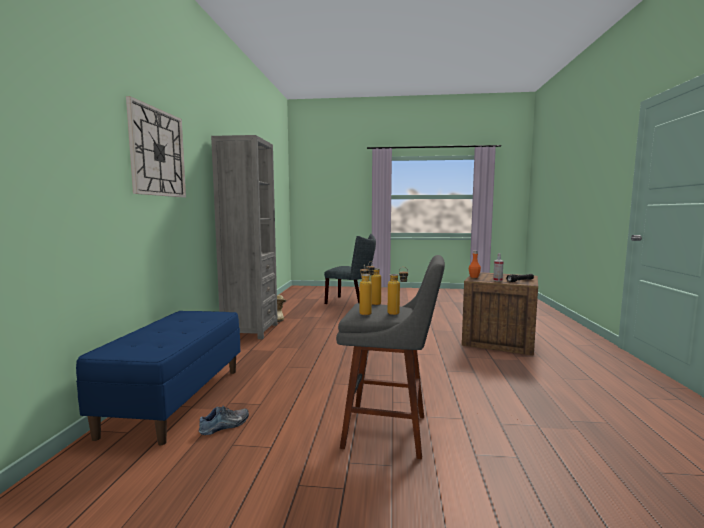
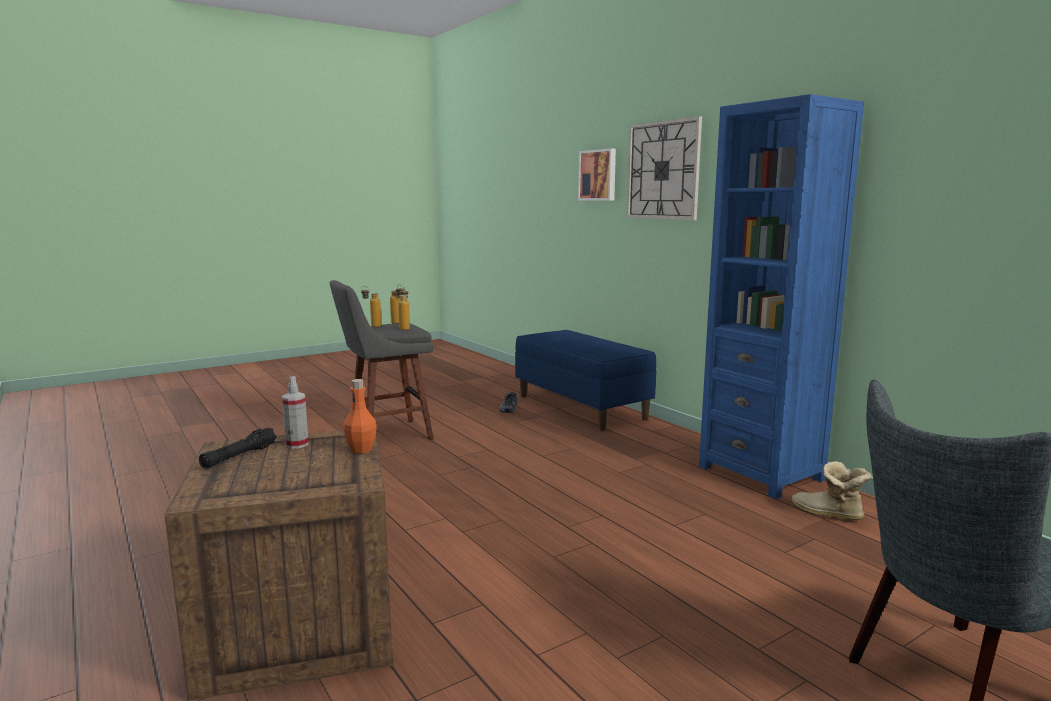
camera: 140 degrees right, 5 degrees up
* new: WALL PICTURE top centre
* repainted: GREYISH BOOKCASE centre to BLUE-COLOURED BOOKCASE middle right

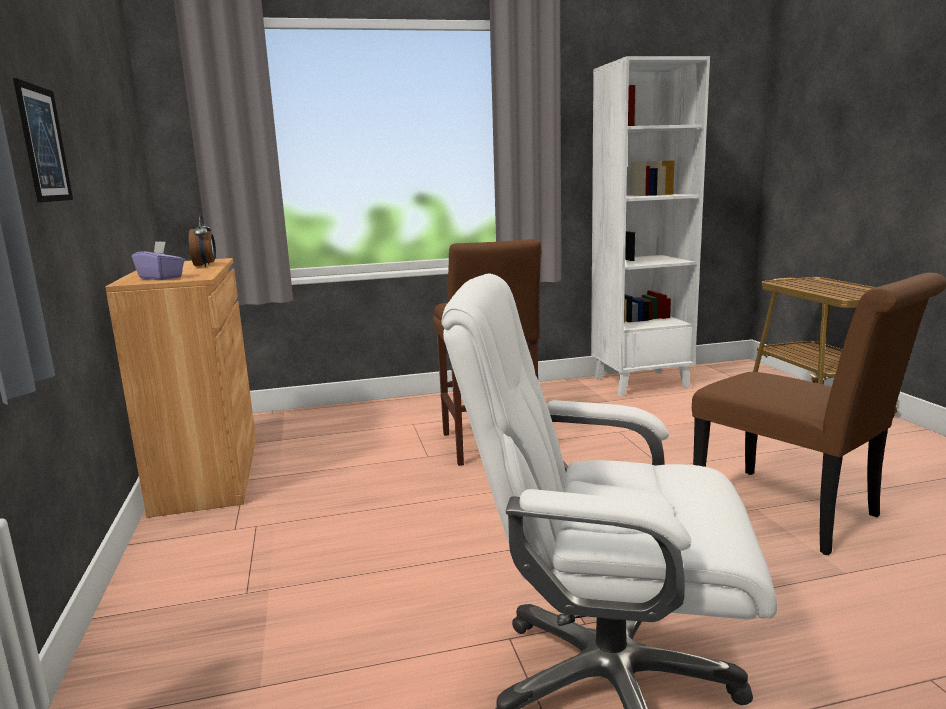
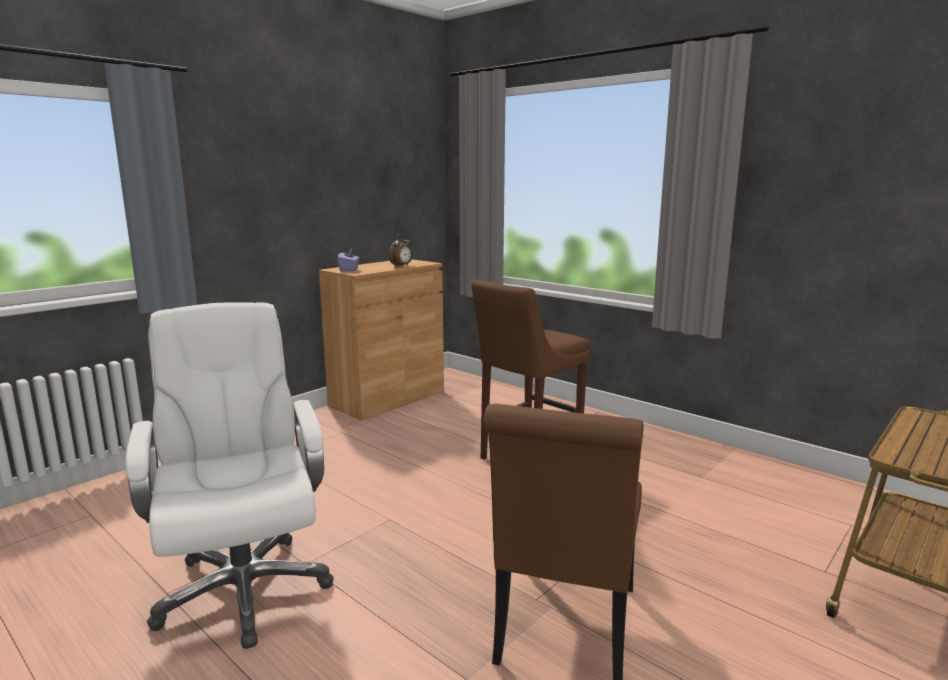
camera: 55 degrees right, 0 degrees up
* gone: WALL PICTURE top left
* gone: WHITE BOOKCASE top right

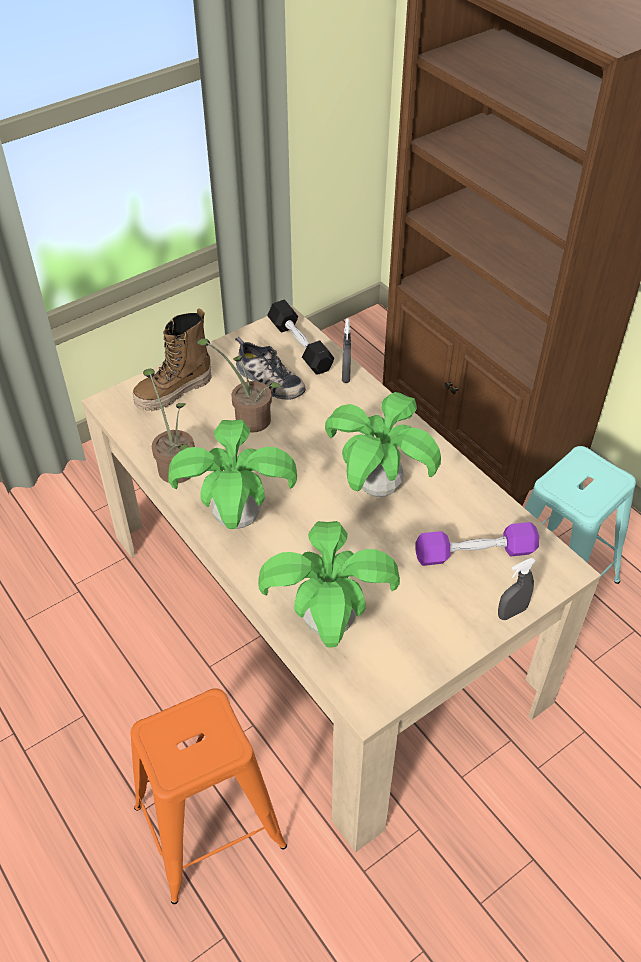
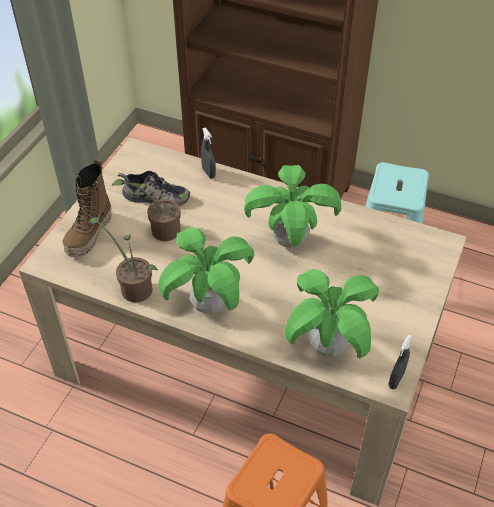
camera: 30 degrees left, 0 degrees up
* shifted: GREYISH HAND SPRAYER (no. 2 from left) middle right to bottom right
* gone: BLACK-COLOURED FREE WEIGHT centre
* gone: PURPLISH FREE WEIGHT middle right

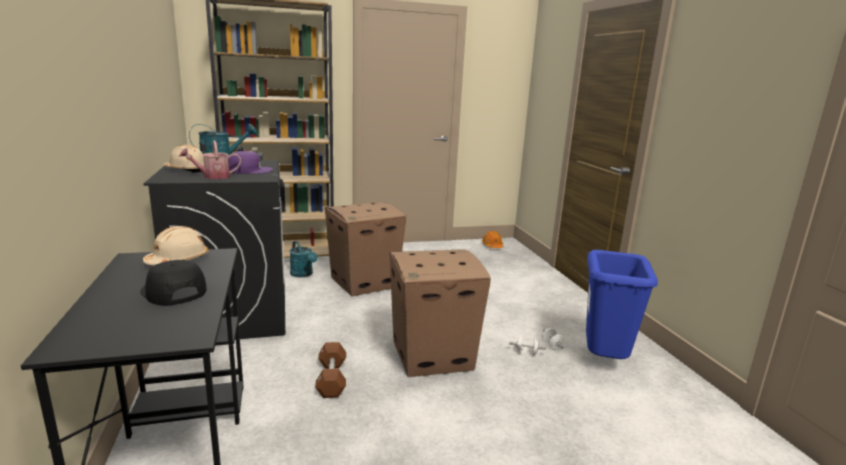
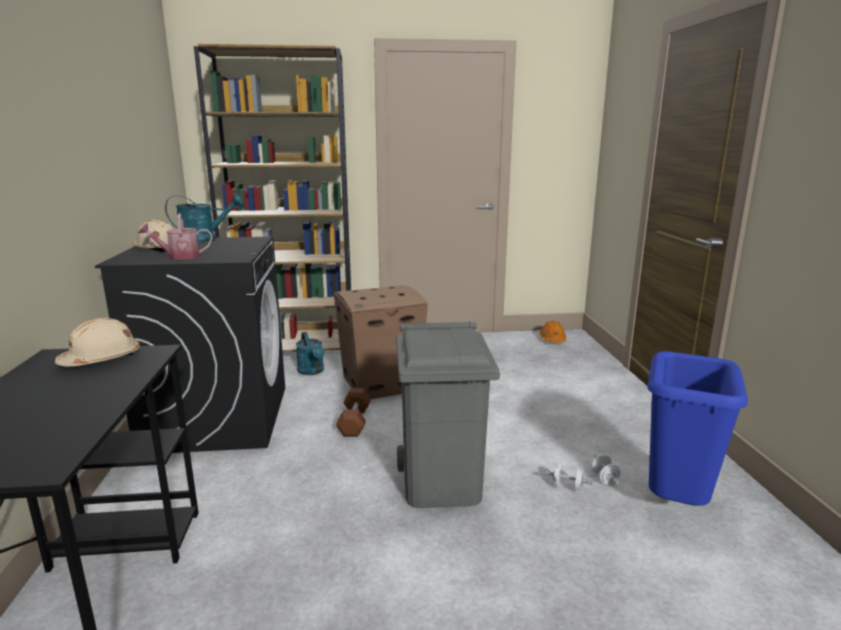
camera: 10 degrees right, 0 degrees up
* shifted: BROWN FREE WEIGHT bottom centre to centre
* swapped: PACKING BOX (no. 2 from left) bottom centre to GREYISH WASTE BIN centre
* gone: BLACK-COLOURED BASEBALL CAP middle left
* gone: PURPLISH BASEBALL CAP middle left

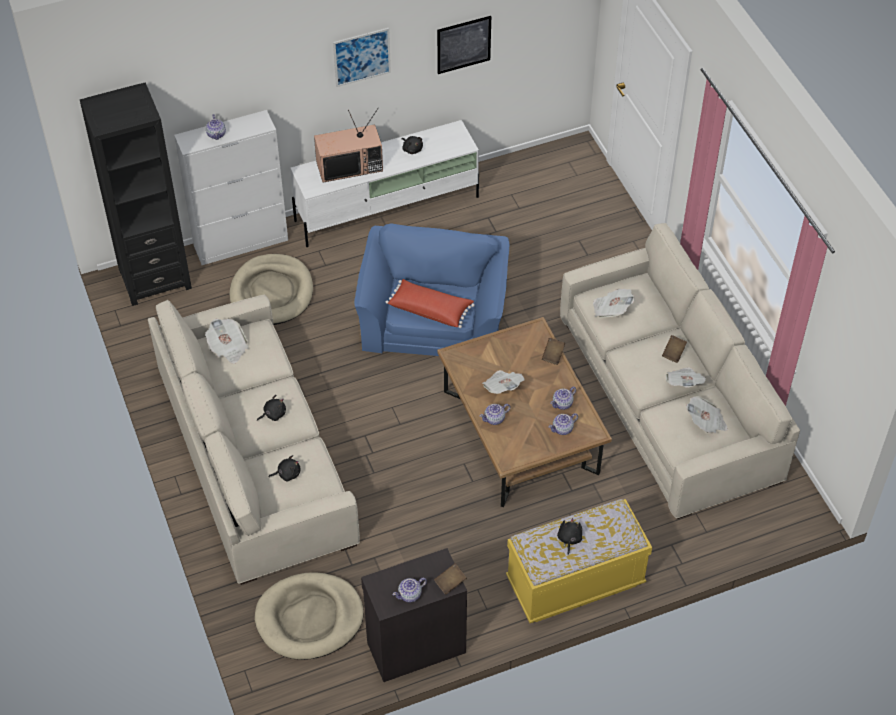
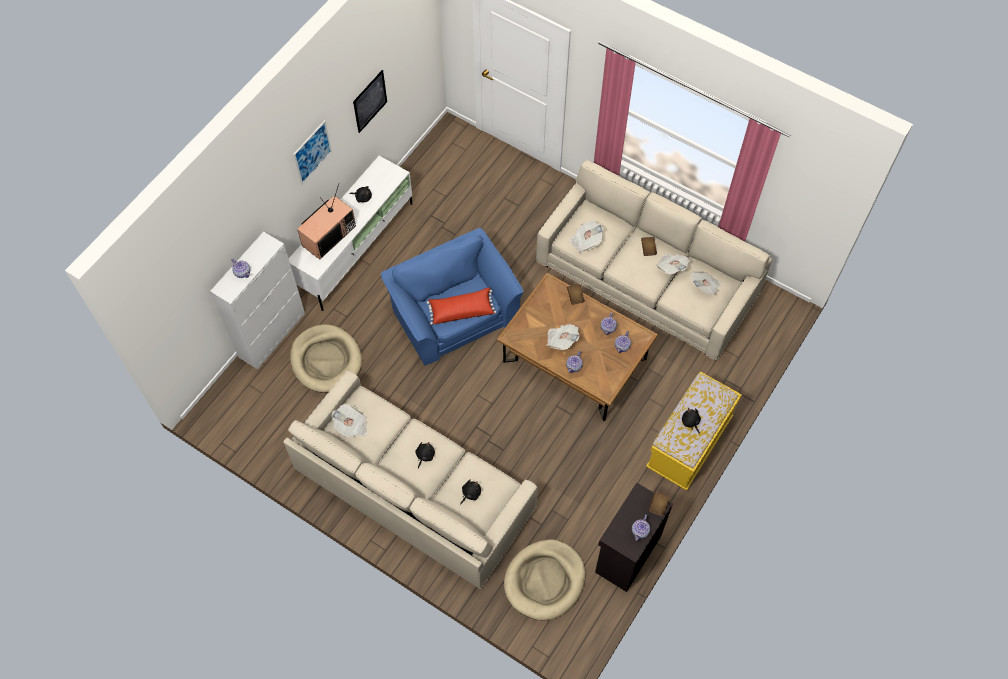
camera: 35 degrees left, 10 degrees up
* gone: BLACK-COLOURED BOOKCASE top left

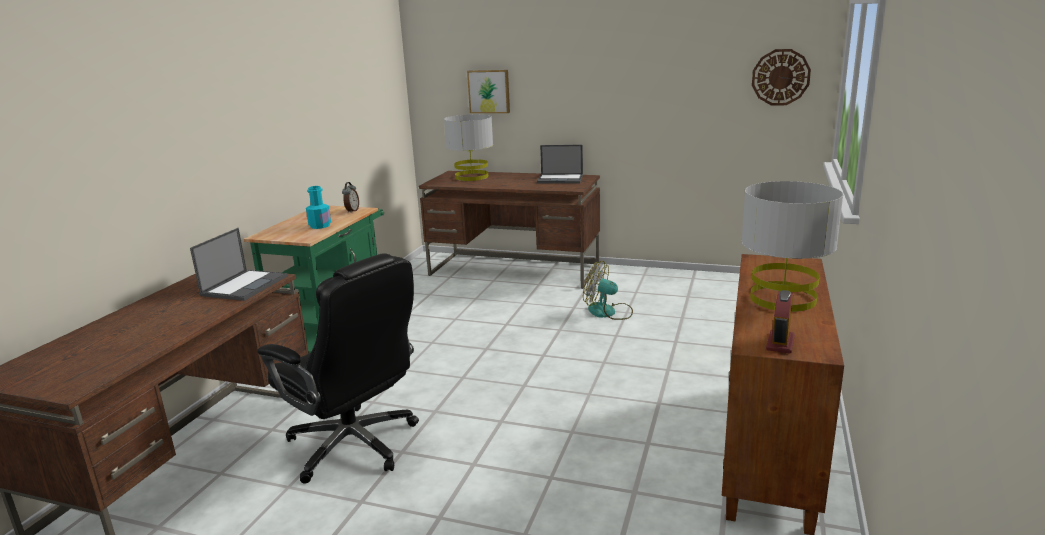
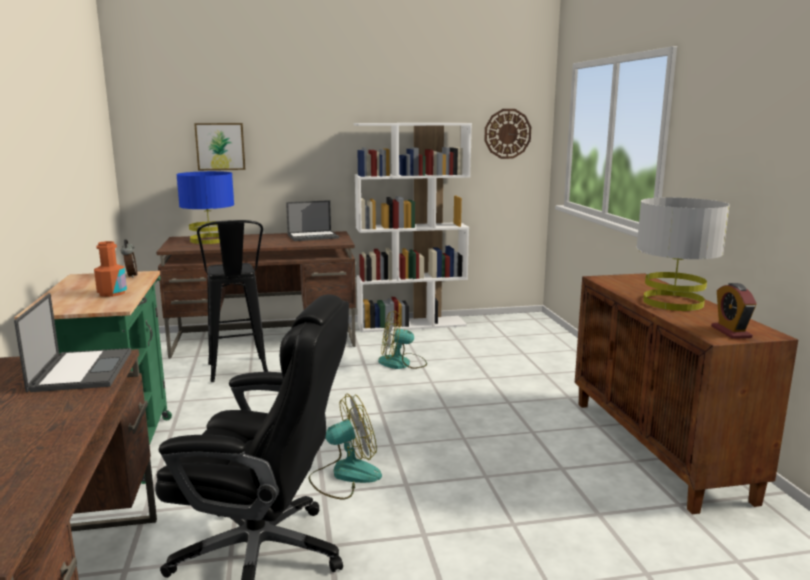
camera: 30 degrees left, 5 degrees down
* repainted: TURQUOISE-COLOURED BEVERAGE BOTTLE middle left to ORANGE-COLOURED BEVERAGE BOTTLE middle left
* repainted: GREYISH TABLETOP LAMP (no. 1 from left) top centre to BLUE-COLOURED TABLETOP LAMP middle left
* new: BLACK-COLOURED SITTING STOOL middle left
* new: COOLING FAN (no. 1 from left) bottom centre
* new: WHITE BOOKCASE centre

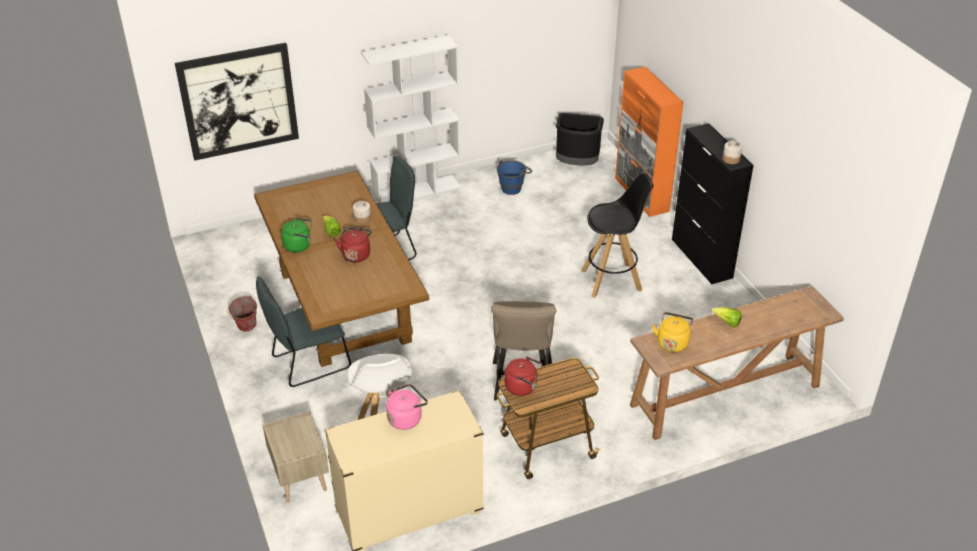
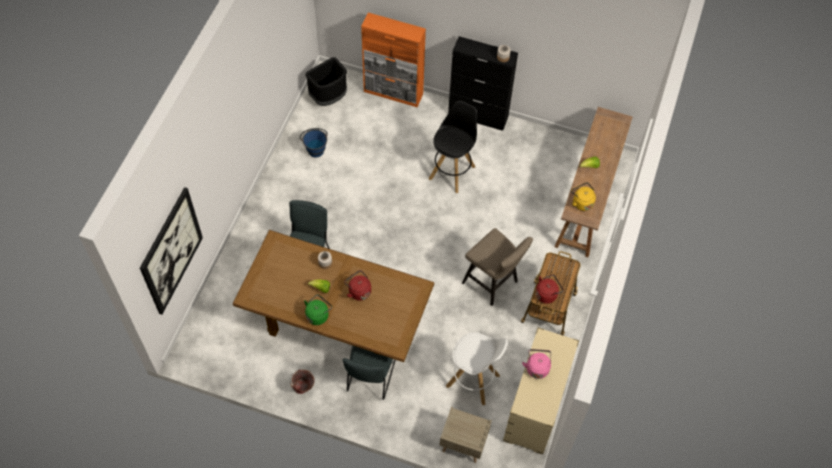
camera: 50 degrees left, 20 degrees up
* gone: WHITE BOOKCASE top centre

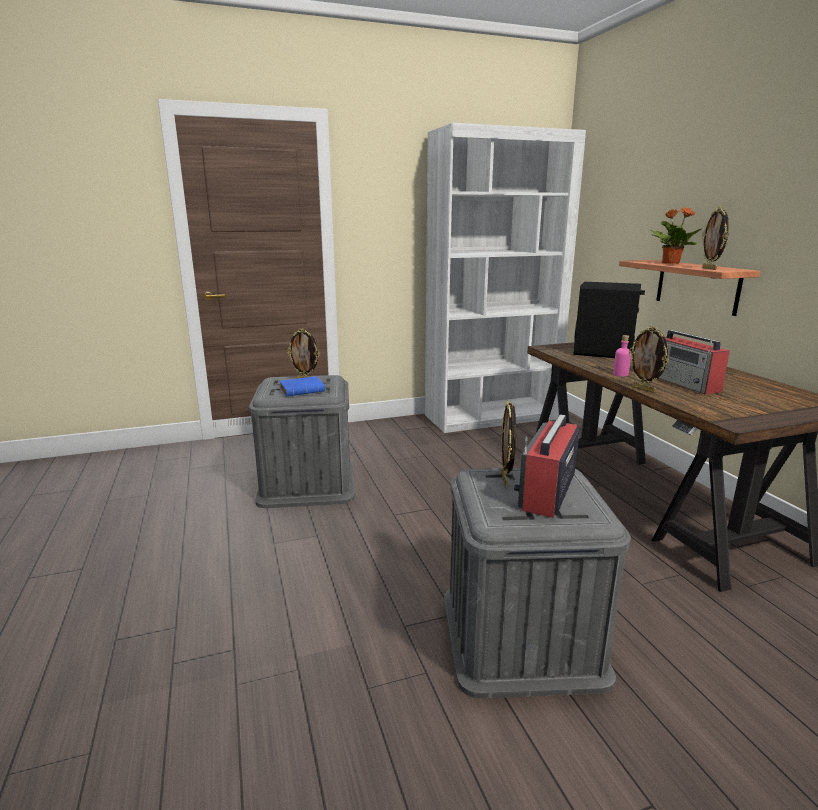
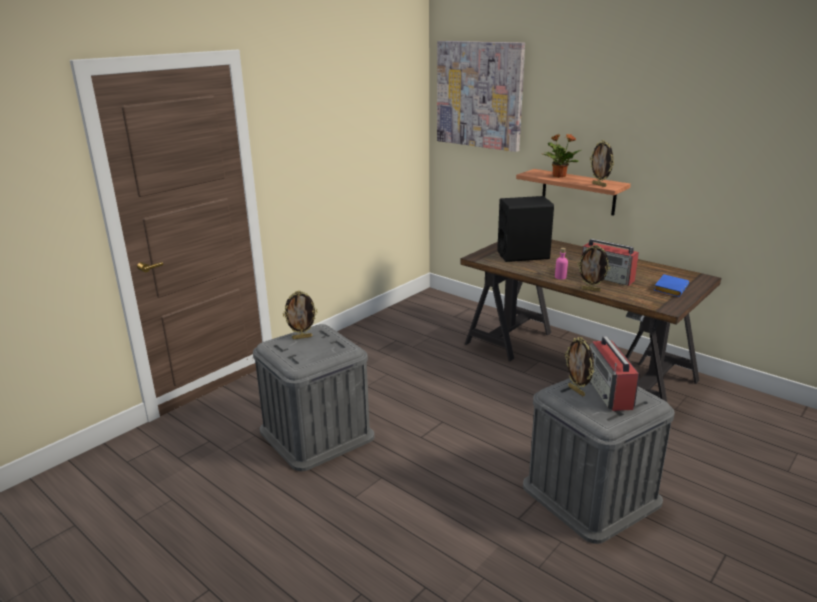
camera: 30 degrees left, 5 degrees up
* new: WALL PICTURE top centre
* shifted: BLUE-COLOURED BOOK centre to middle right
* gone: WHITE BOOKCASE centre

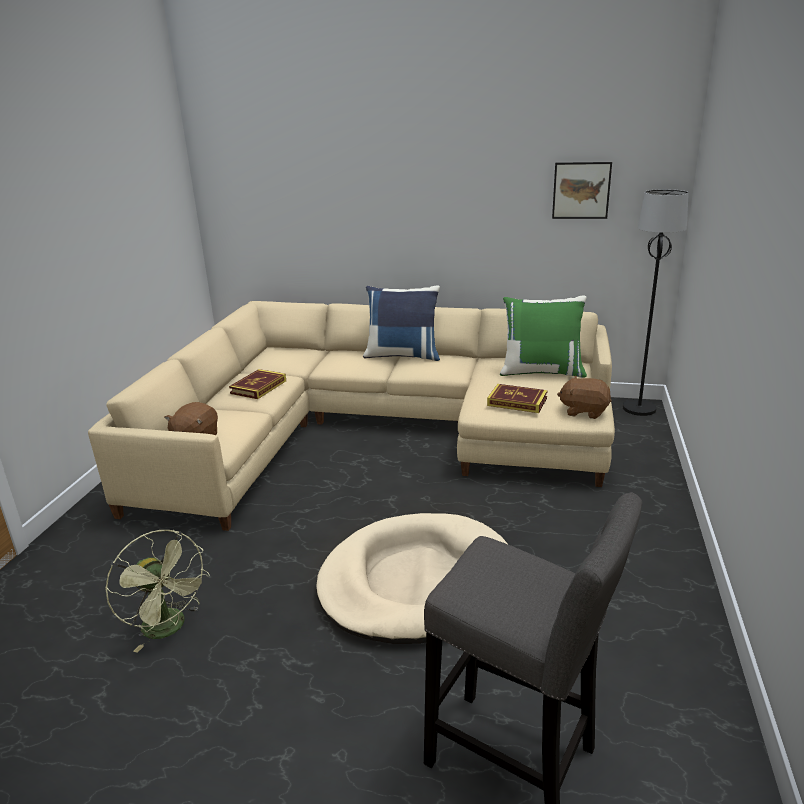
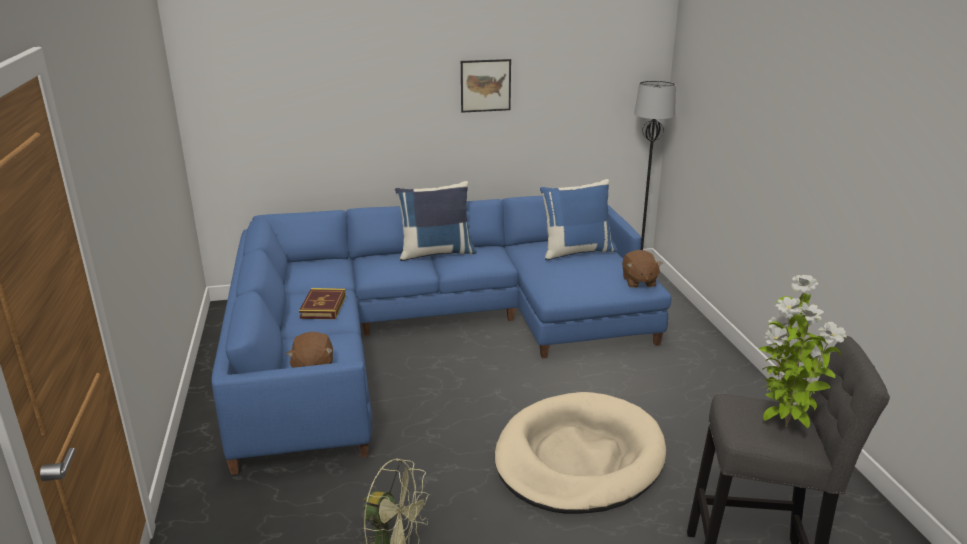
camera: 25 degrees left, 0 degrees up
* repainted: BEIGE SETTEE centre to BLUE-COLOURED SETTEE centre
* shifted: WALL PICTURE top right to top centre
* repainted: GREENISH THROW PILLOW middle right to BLUE-COLOURED THROW PILLOW (no. 2 from left) centre
* rotated: BROWN CUDDLY TOY (no. 2 from left) middle right = centre 90 degrees counterclockwise
* new: HOUSEPLANT middle right
* gone: BOOK (no. 2 from left) centre

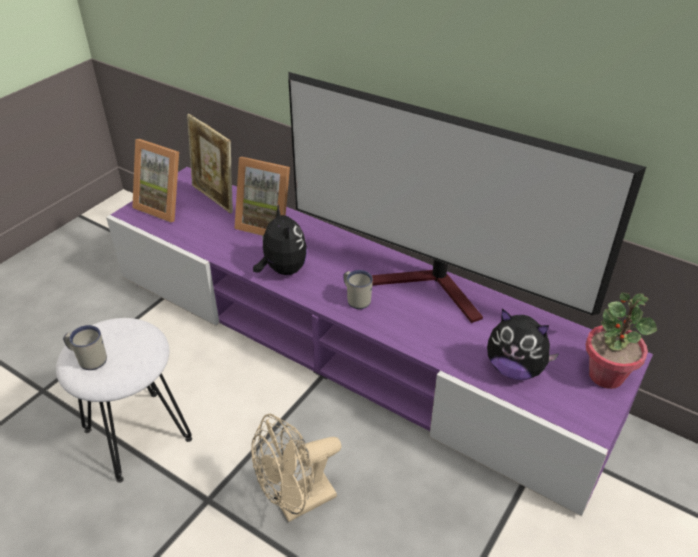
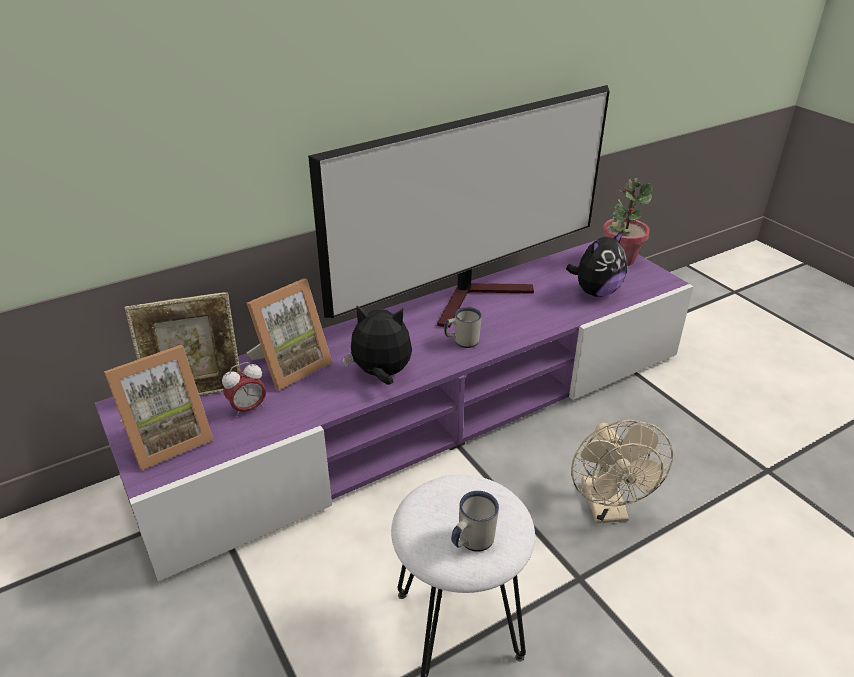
camera: 65 degrees left, 5 degrees down
* new: BEDSIDE CLOCK middle left

